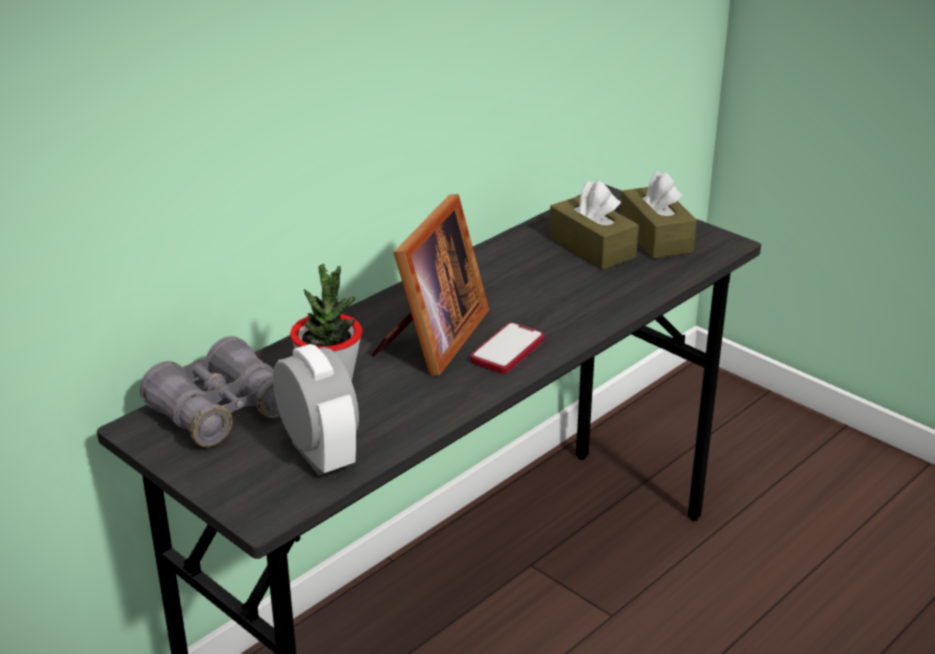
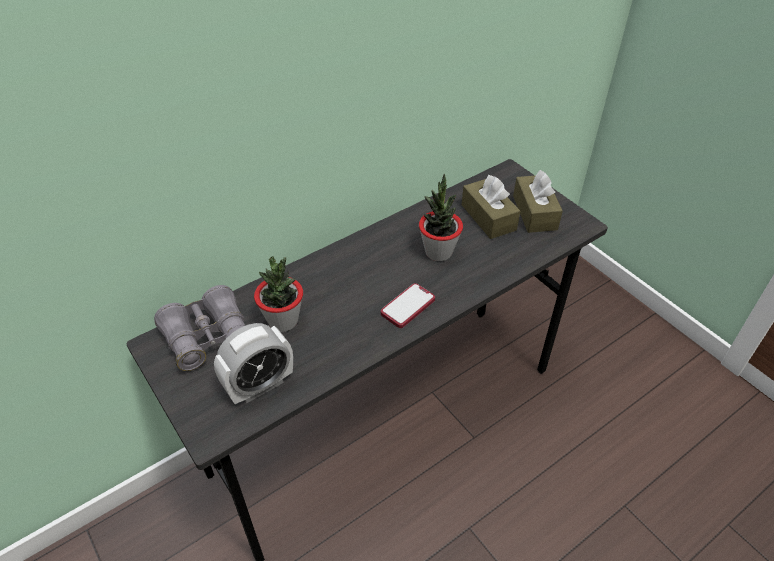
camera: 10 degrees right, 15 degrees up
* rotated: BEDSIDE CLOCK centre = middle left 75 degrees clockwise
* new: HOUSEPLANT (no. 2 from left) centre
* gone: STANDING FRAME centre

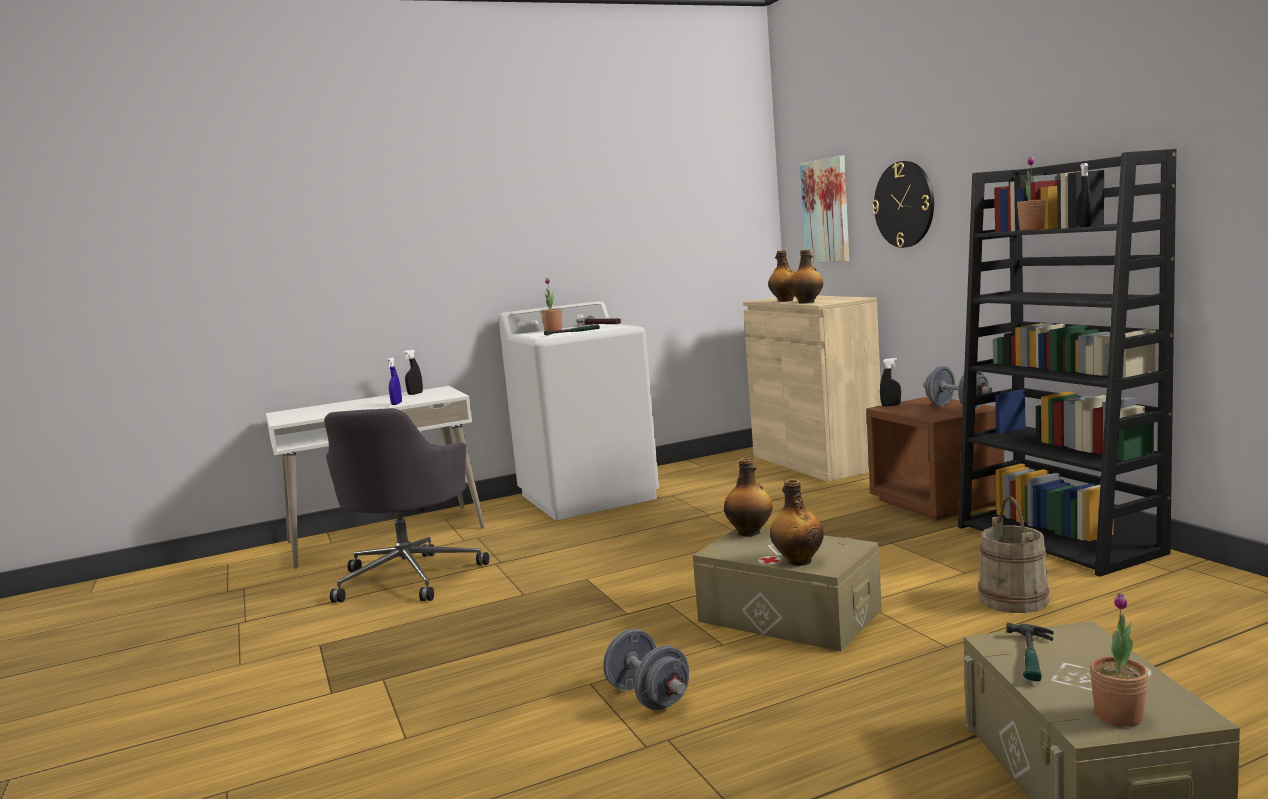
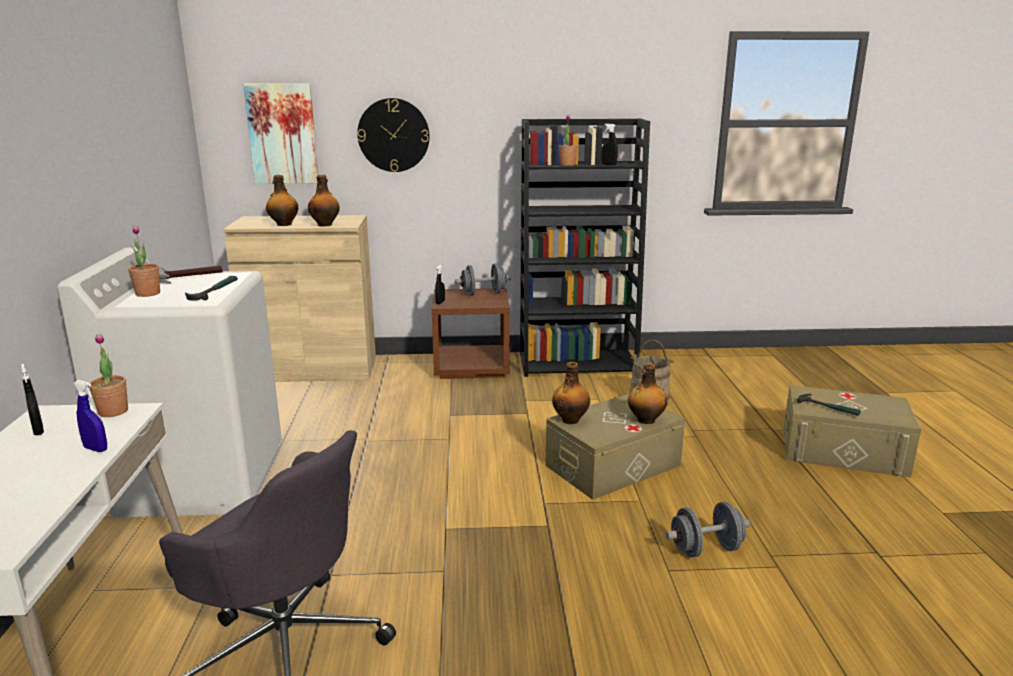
camera: 70 degrees left, 10 degrees up
* shifted: HOUSEPLANT (no. 3 from left in the first image) bottom right to HOUSEPLANT (no. 1 from left) middle left

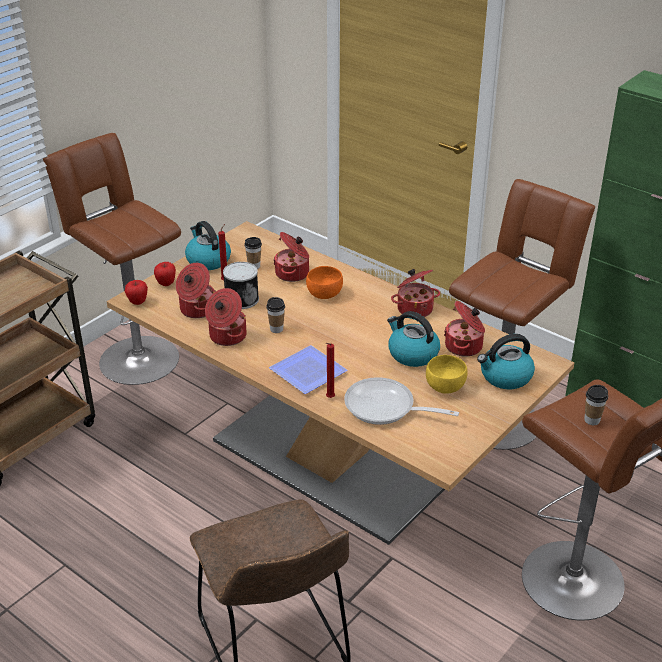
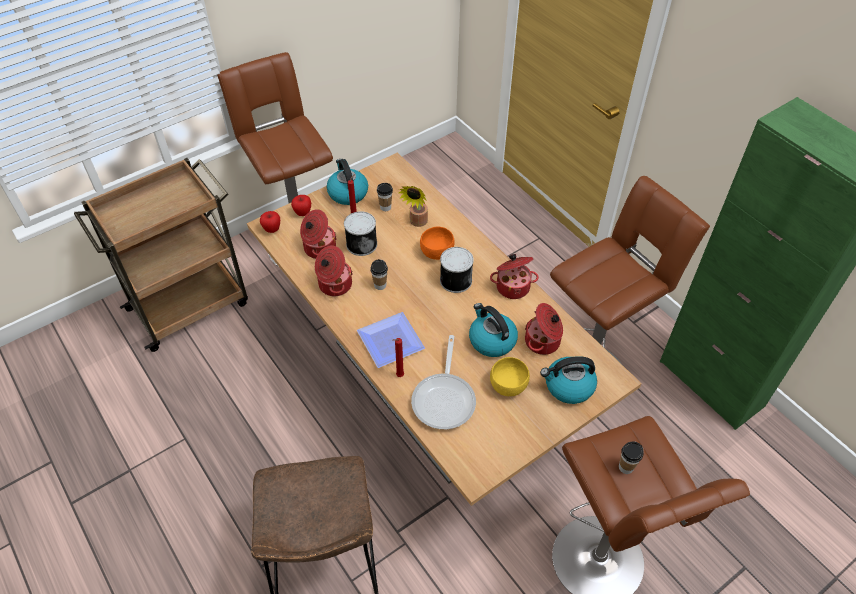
camera: 15 degrees right, 15 degrees up
* swapped: STOCKPOT (no. 3 from left) centre to HOUSEPLANT centre
* rotated: SKILLET centre = centre 120 degrees counterclockwise
* new: SEALED CAN (no. 2 from left) centre

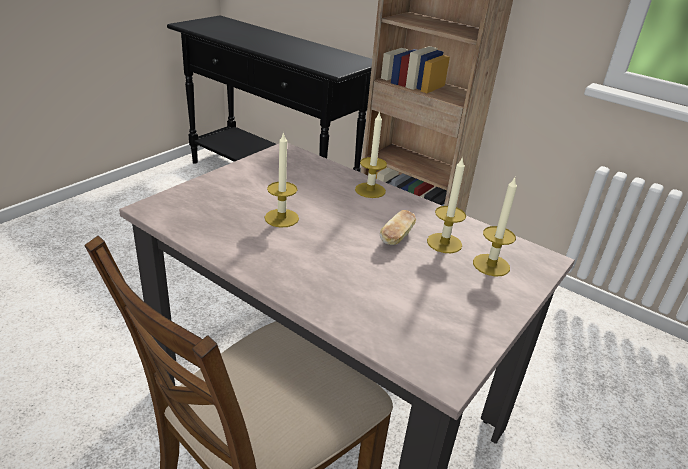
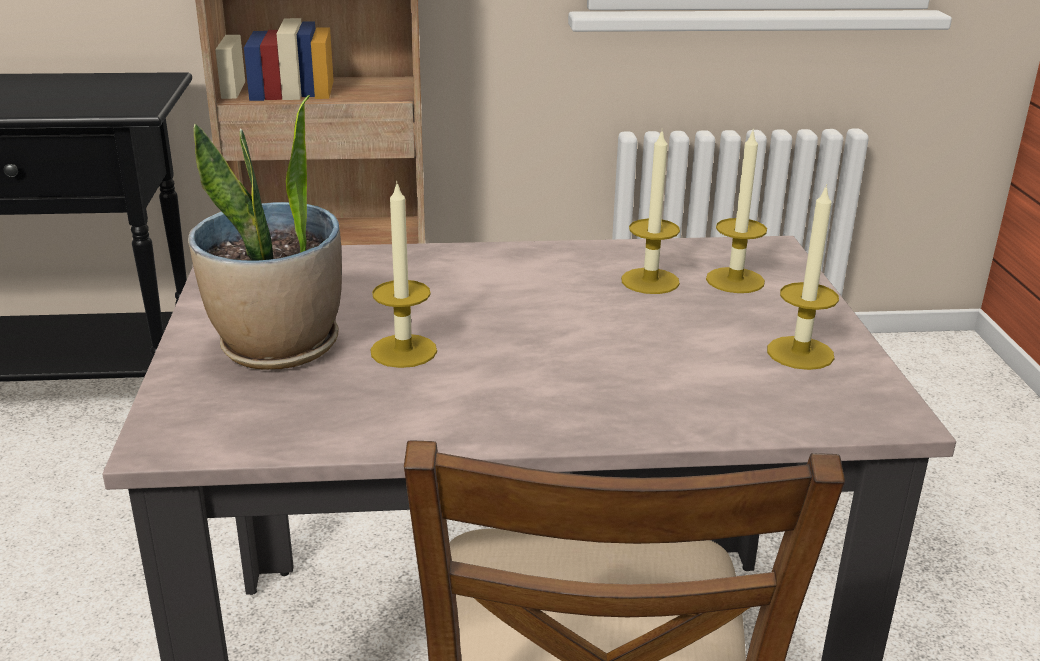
camera: 40 degrees left, 5 degrees down
* new: HOUSEPLANT middle left
* shifted: WAX LIGHT (no. 2 from left in the first image) top centre to WAX LIGHT (no. 4 from left) middle right
* gone: BAKERY BREAD centre

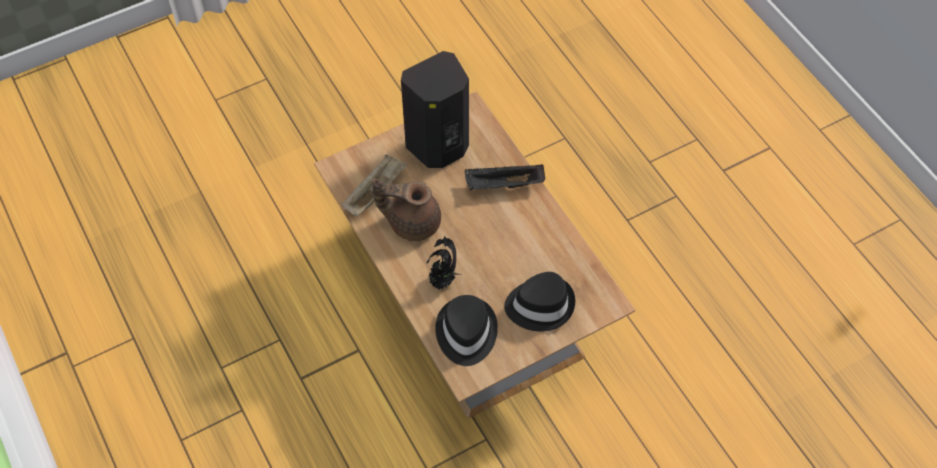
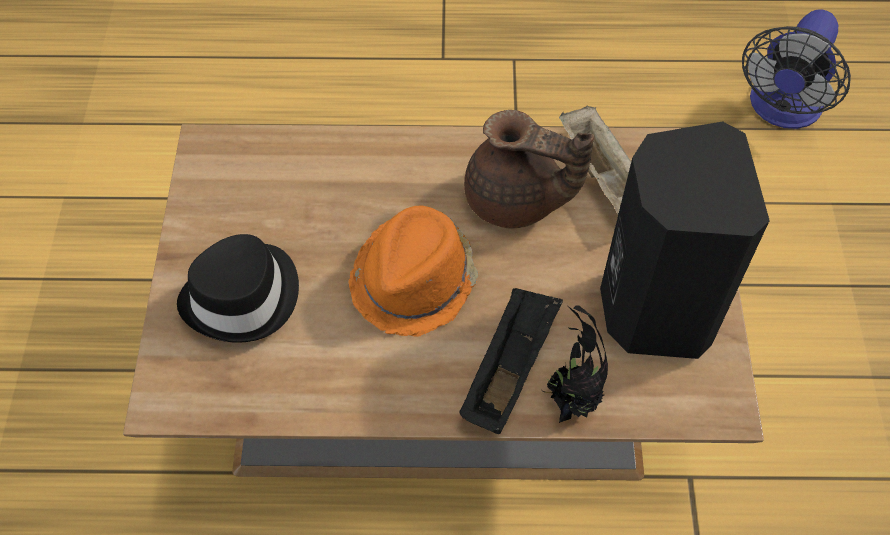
camera: 120 degrees right, 0 degrees up
* new: ORANGE-COLOURED CLOTHING HAT centre
* rotated: BROWN TEAPOT centre = top centre 75 degrees clockwise
* shifted: HOUSEPLANT centre to bottom centre
* new: COOLING FAN top right
* gone: BLACK-COLOURED CLOTHING HAT (no. 1 from left) bottom centre

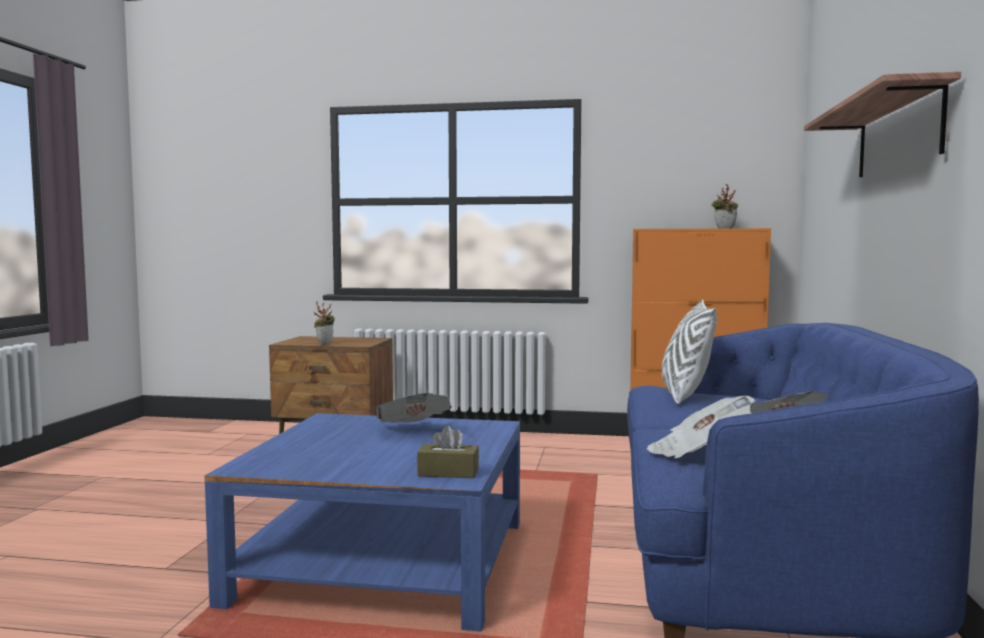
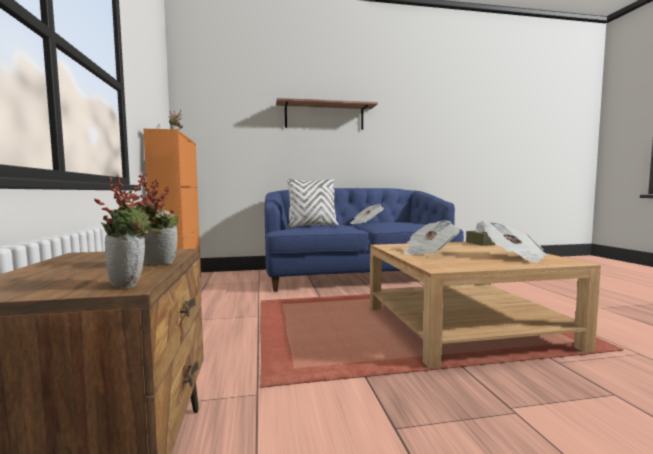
camera: 110 degrees left, 0 degrees up
* new: HOUSEPLANT (no. 1 from left) middle left
* repainted: BLUE-COLOURED COFFEE TABLE bottom centre to BEIGE COFFEE TABLE bottom right
* shifted: DAILY PAPER (no. 2 from left in the first image) bottom right to DAILY PAPER (no. 3 from left) middle right

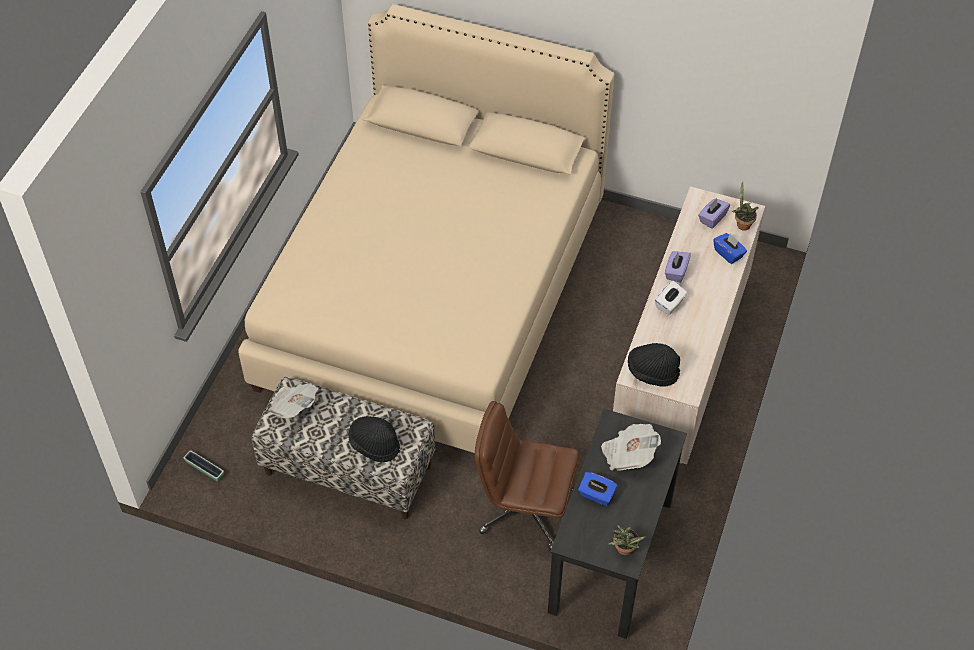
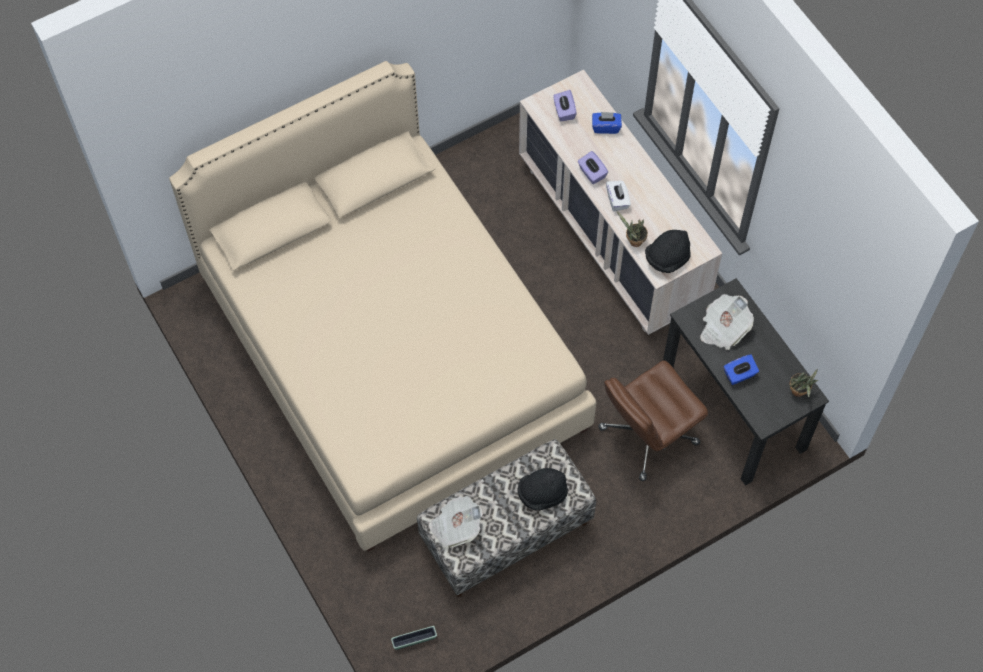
camera: 50 degrees left, 10 degrees up
* shifted: HOUSEPLANT (no. 2 from left in the first image) top right to HOUSEPLANT (no. 1 from left) centre

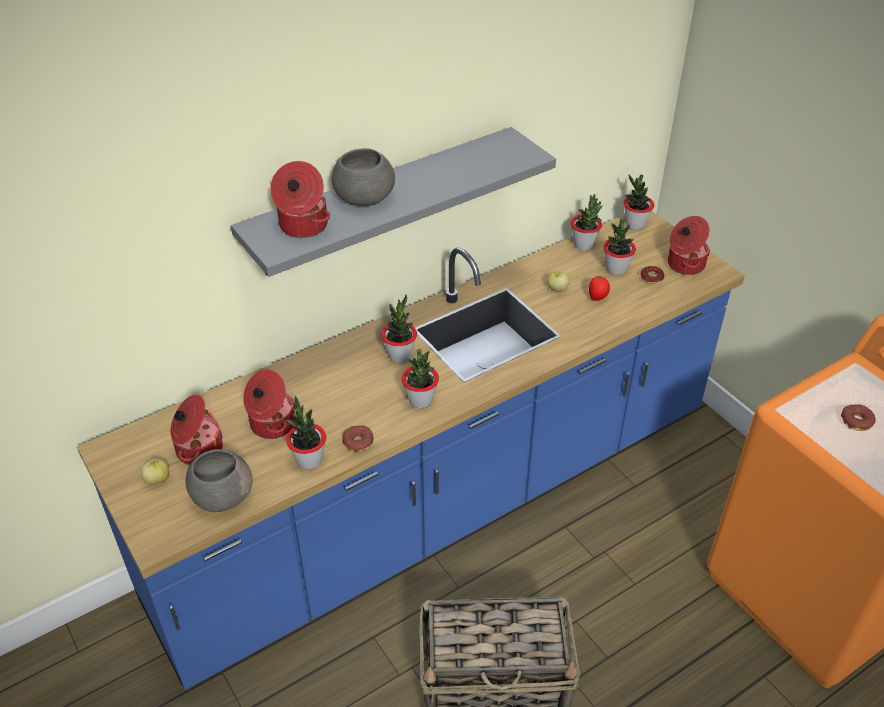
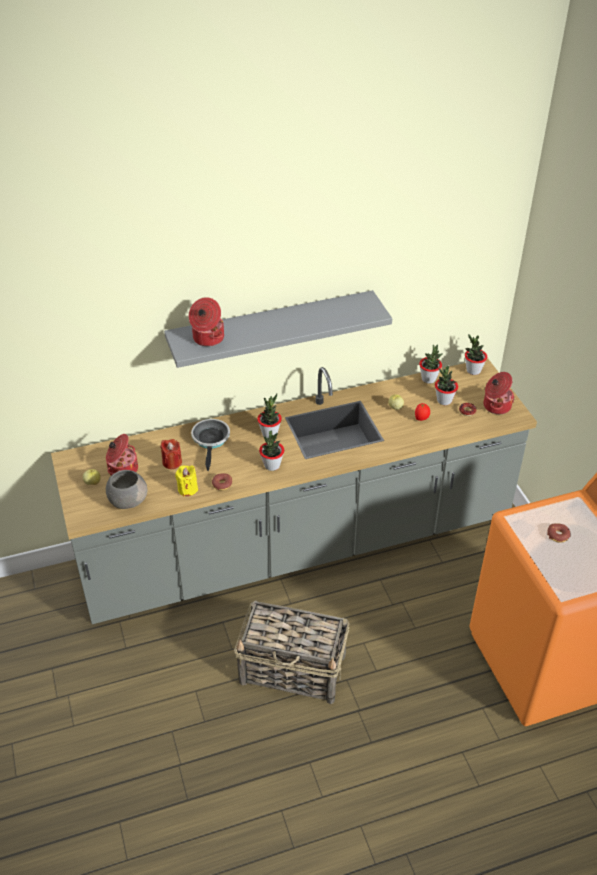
camera: 15 degrees right, 0 degrees up
* repainted: BLUE-COLOURED COUNTER centre to GREYISH COUNTER centre
* swapped: STOCKPOT (no. 2 from left) middle left to RED WAX LIGHT middle left
* swapped: HOUSEPLANT (no. 1 from left) centre to YELLOW-COLOURED WAX LIGHT middle left
* new: SKILLET centre
* gone: GREYISH SERVING BOWL (no. 2 from left) top centre

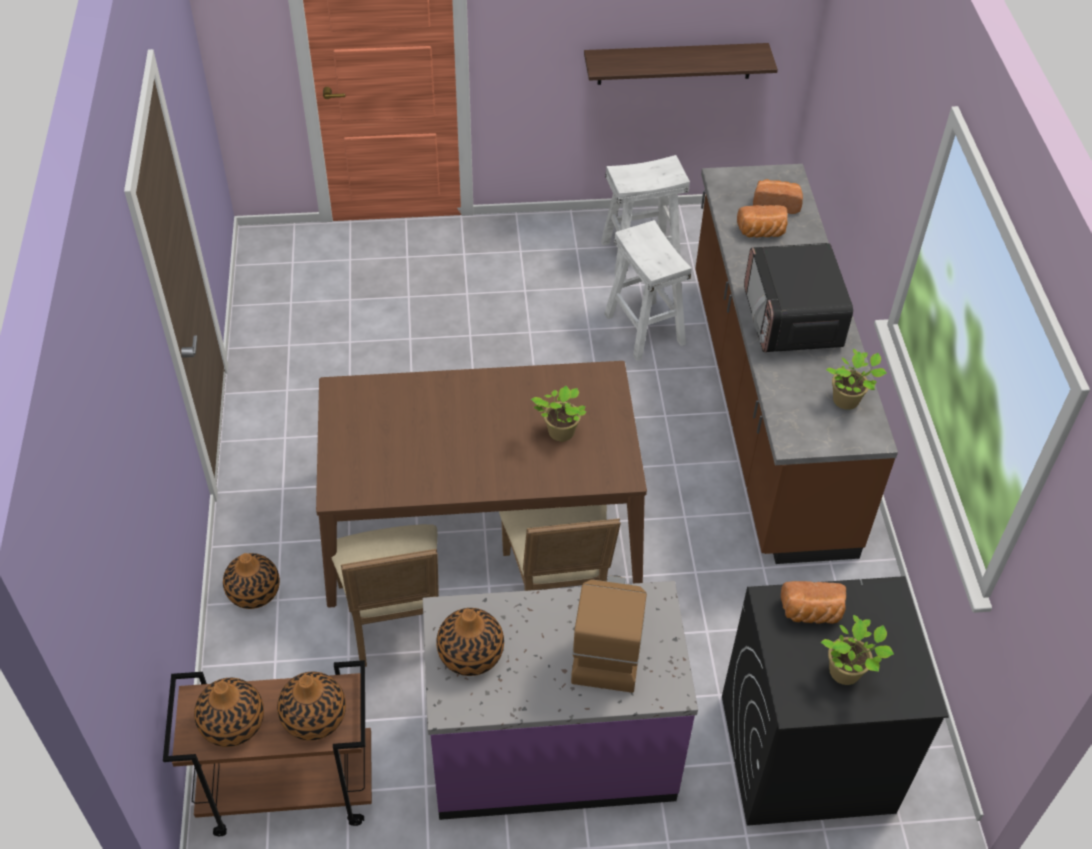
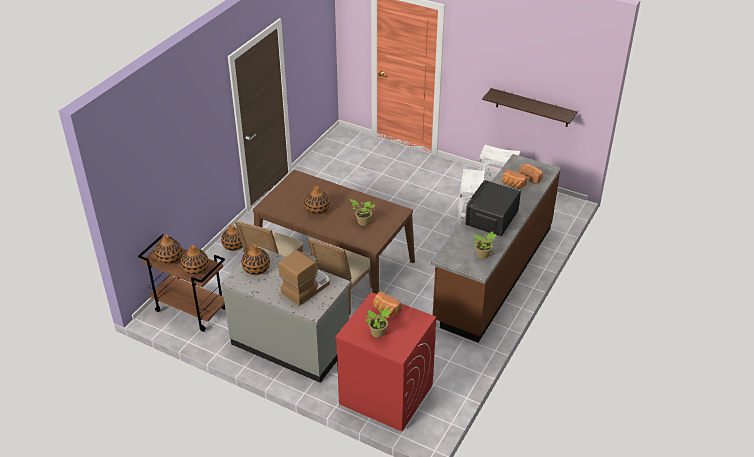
camera: 35 degrees right, 10 degrees down
* repainted: PURPLISH COUNTER bottom centre to GREYISH COUNTER bottom centre
* new: DECORATIVE VASE (no. 5 from left) centre
* repainted: BLACK-COLOURED LAUNDRY APPLIANCE bottom right to RED LAUNDRY APPLIANCE bottom centre

